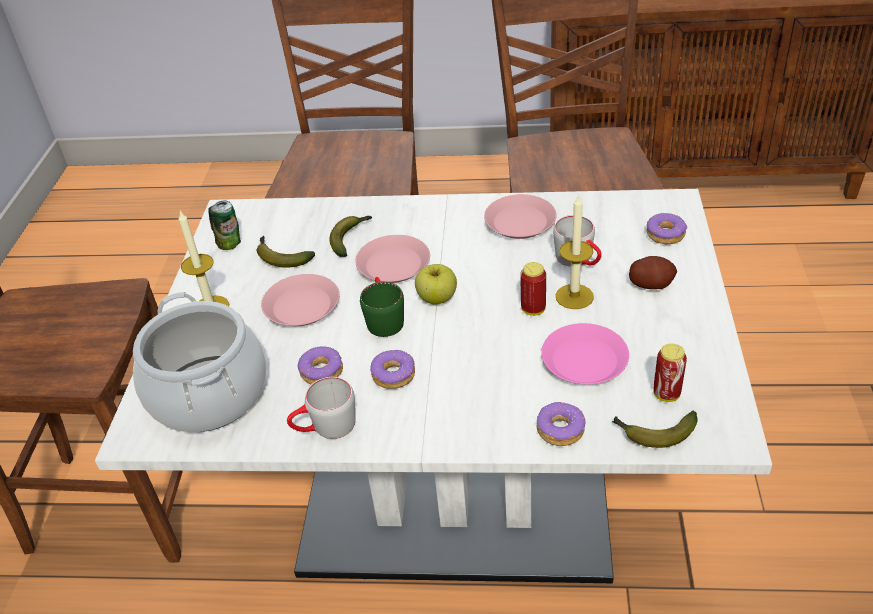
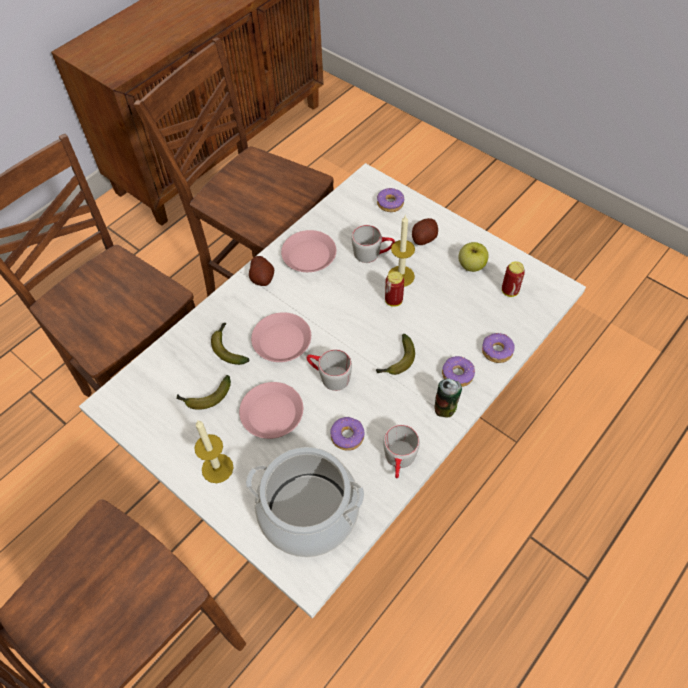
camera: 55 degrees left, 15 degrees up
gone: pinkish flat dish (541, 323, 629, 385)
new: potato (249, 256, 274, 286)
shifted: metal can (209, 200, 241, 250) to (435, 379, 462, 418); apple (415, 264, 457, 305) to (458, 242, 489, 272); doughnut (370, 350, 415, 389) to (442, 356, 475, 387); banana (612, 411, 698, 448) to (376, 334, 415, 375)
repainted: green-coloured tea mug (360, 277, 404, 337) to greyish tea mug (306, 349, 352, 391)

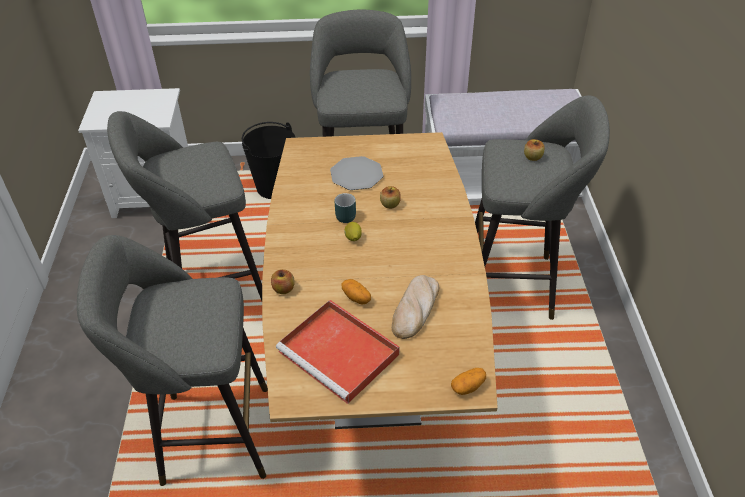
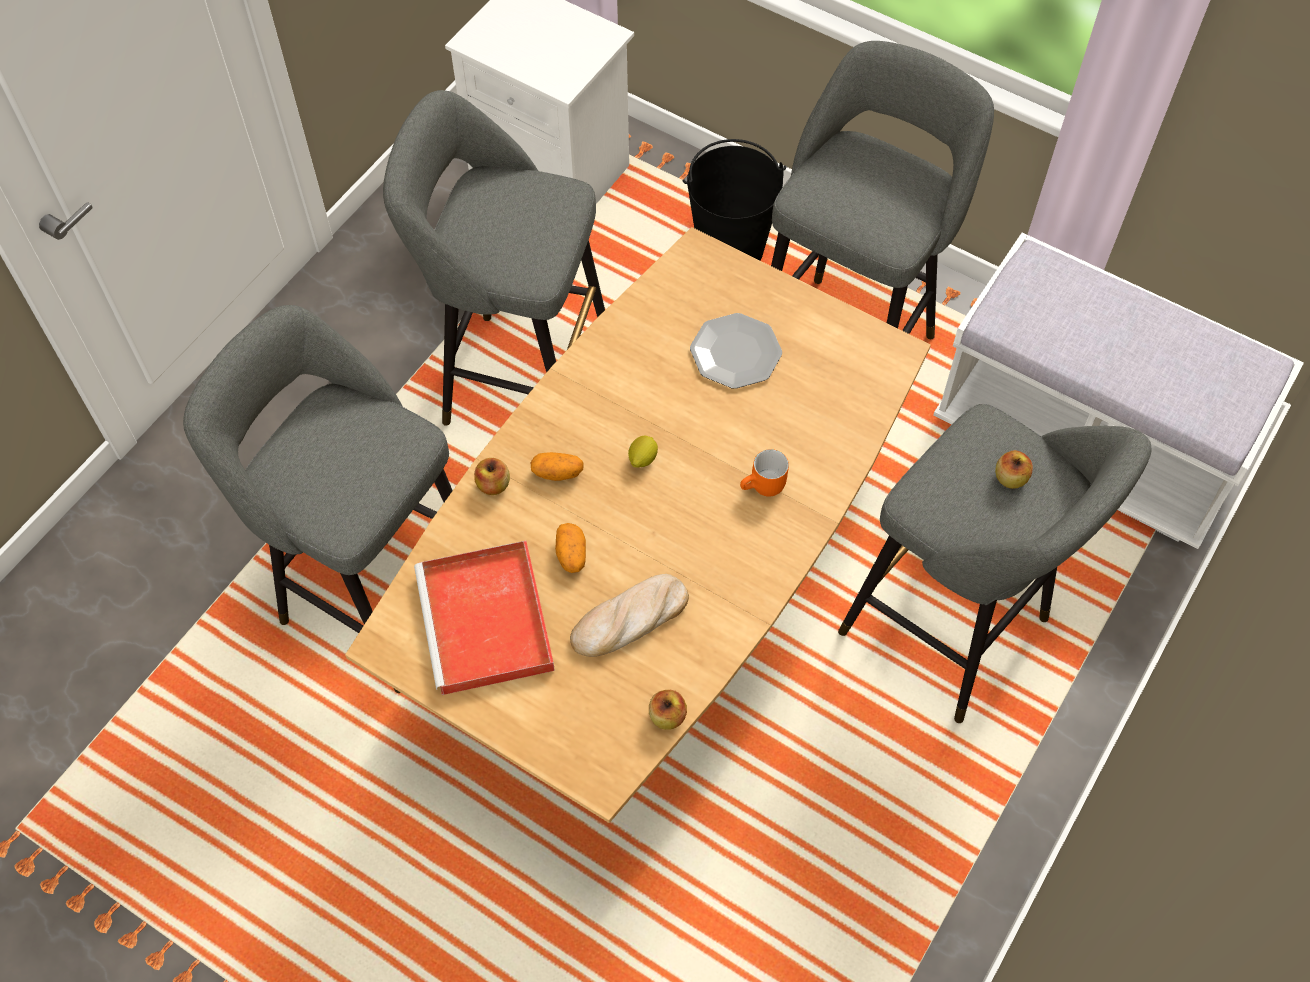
camera: 35 degrees right, 15 degrees up
gone: blue-green tea mug (334, 193, 356, 223)
new: orangey tea mug (740, 449, 789, 497)
shifted: apple (380, 186, 401, 209) to (649, 690, 687, 730); potato (451, 368, 486, 395) to (531, 452, 584, 481)

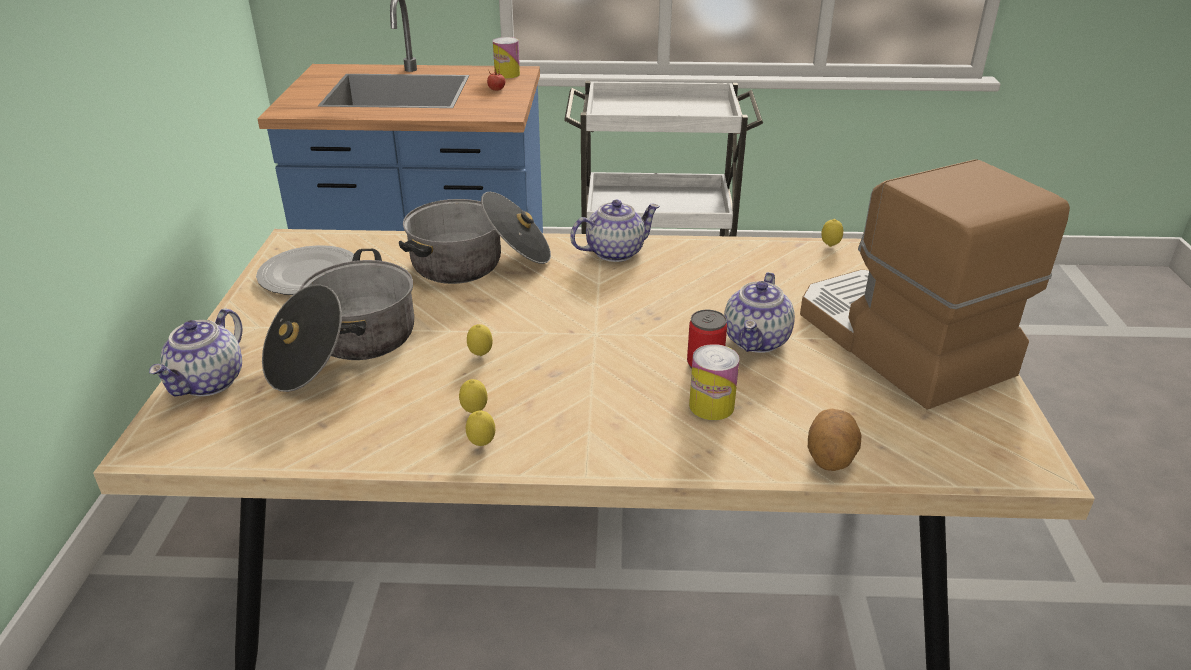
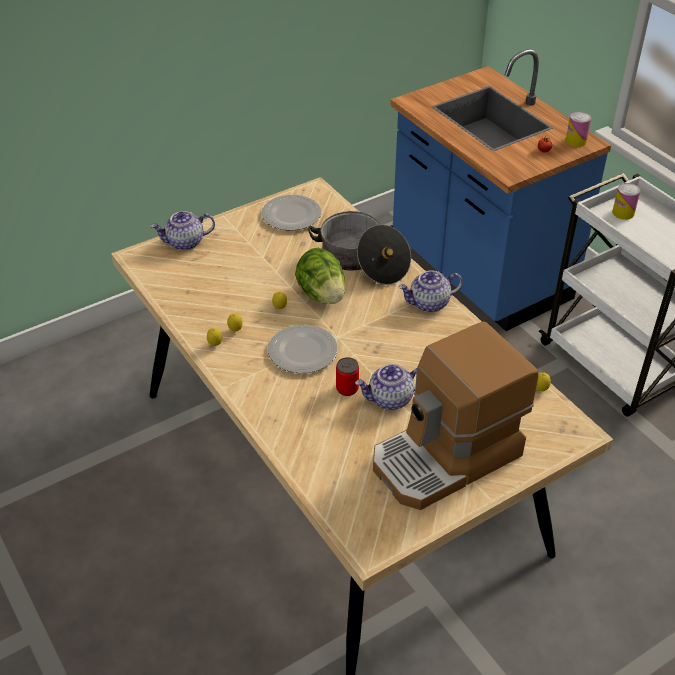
camera: 55 degrees right, 10 degrees up
gone: stockpot (262, 249, 414, 392); potato (808, 409, 861, 471)
new: head of lettuce (295, 248, 345, 304); flat dish (268, 325, 338, 373)
shifted: metal can (689, 344, 740, 420) to (612, 183, 640, 220)
rotated: coffee maker (800, 159, 1070, 410) = (373, 322, 538, 510) 150 degrees counterclockwise; tea pot (570, 200, 660, 262) = (399, 270, 463, 312) 135 degrees clockwise

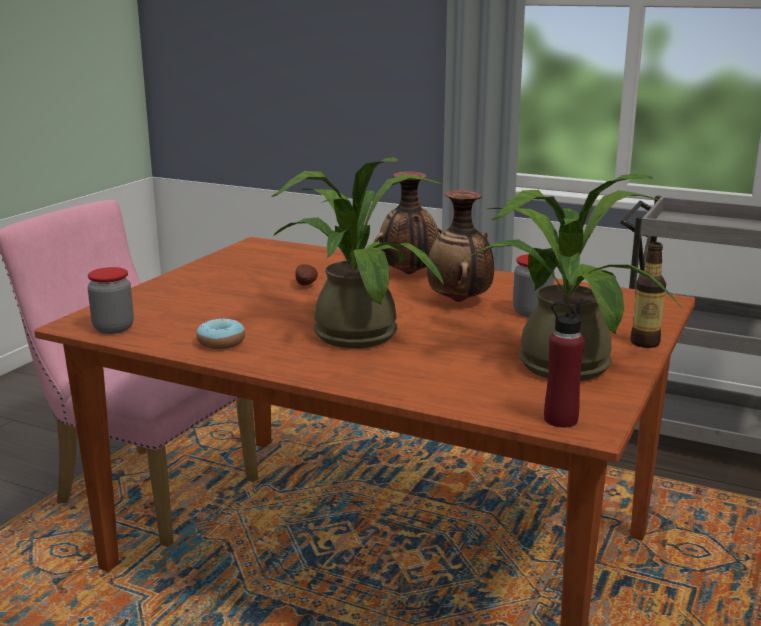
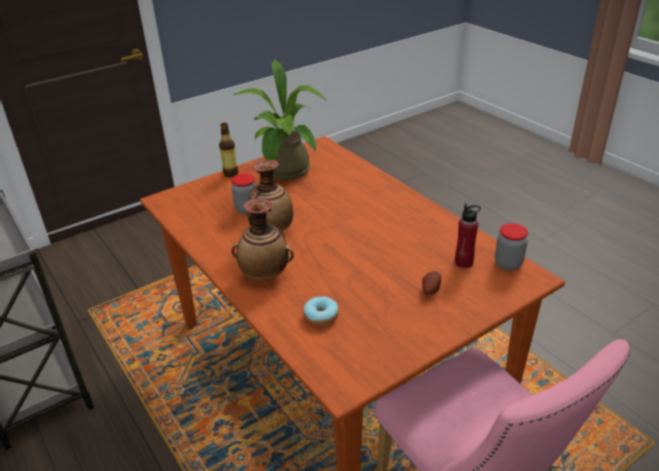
camera: 150 degrees left, 15 degrees up
gone: houseplant (271, 157, 444, 348)
shifted: potato (295, 264, 318, 286) to (422, 271, 442, 295); red beverage bottle (544, 302, 585, 427) to (455, 203, 481, 268); doughnut (196, 319, 245, 349) to (303, 296, 339, 326)

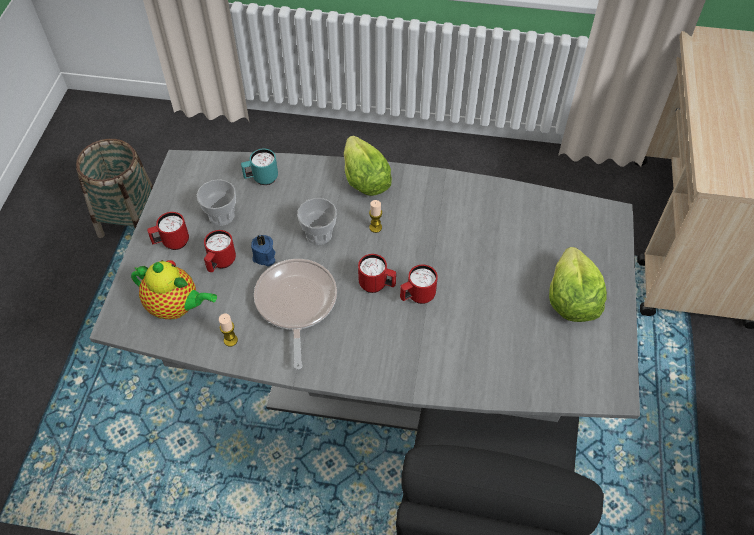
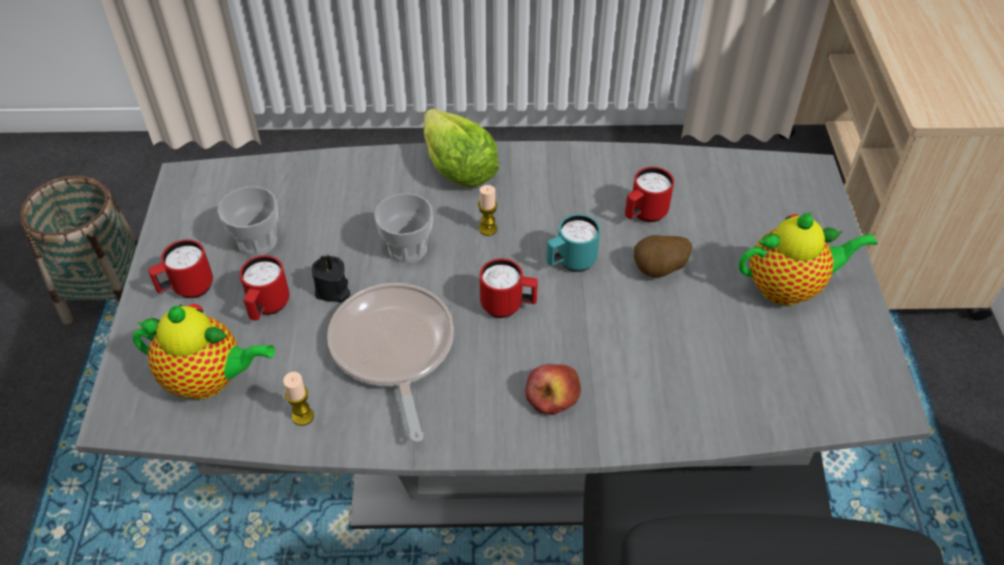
camera: 10 degrees left, 5 degrees down
new: potato (634, 235, 692, 277); apple (525, 364, 581, 415)
shifted: blue-green tea mug (241, 149, 278, 185) to (546, 214, 600, 272); red tea mug (400, 265, 438, 304) to (625, 167, 674, 222)
swapped: head of lettuce (549, 247, 607, 322) to tea pot (739, 212, 878, 306)
repainted: blue-coloured wax candle (251, 235, 276, 267) to black wax candle (312, 254, 350, 302)

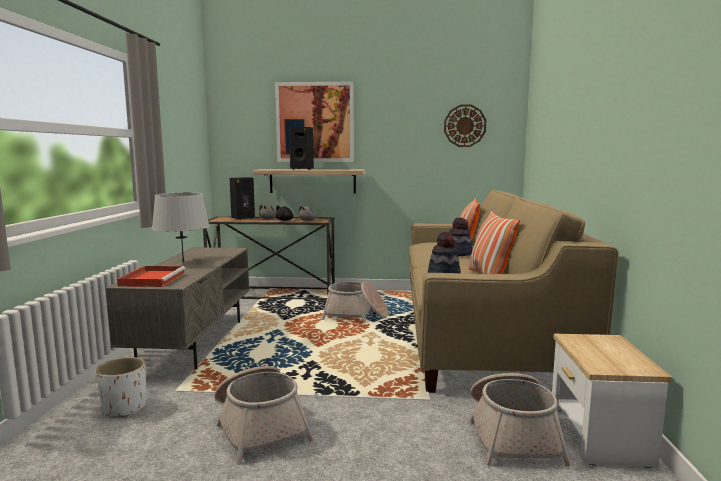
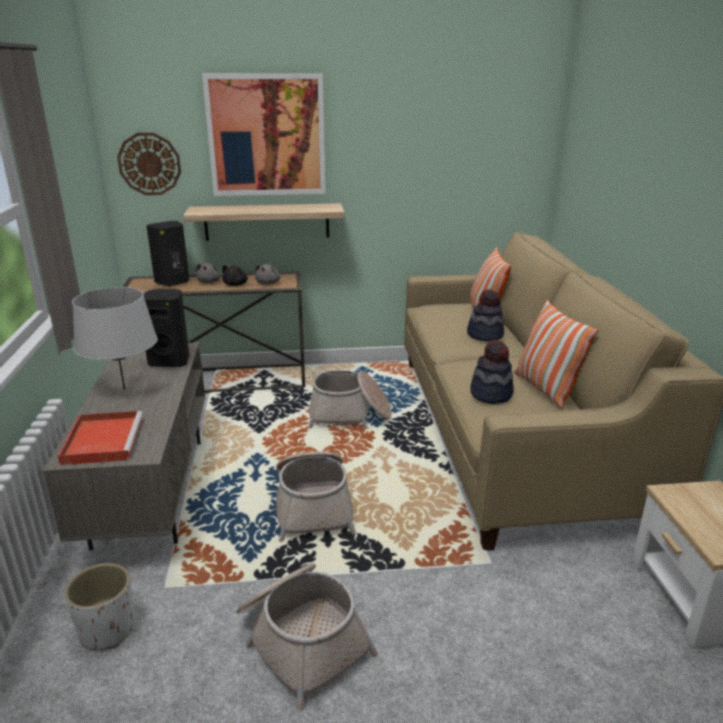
camera: 10 degrees left, 15 degrees up
shifted: clock on the wall (444, 105, 486, 147) to (117, 133, 181, 195); black audio speaker (289, 127, 314, 170) to (143, 289, 189, 367); household basket (469, 373, 571, 467) to (276, 452, 356, 542)

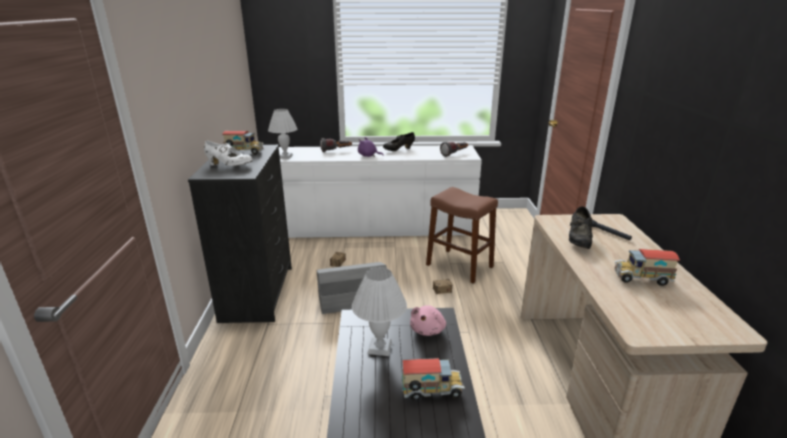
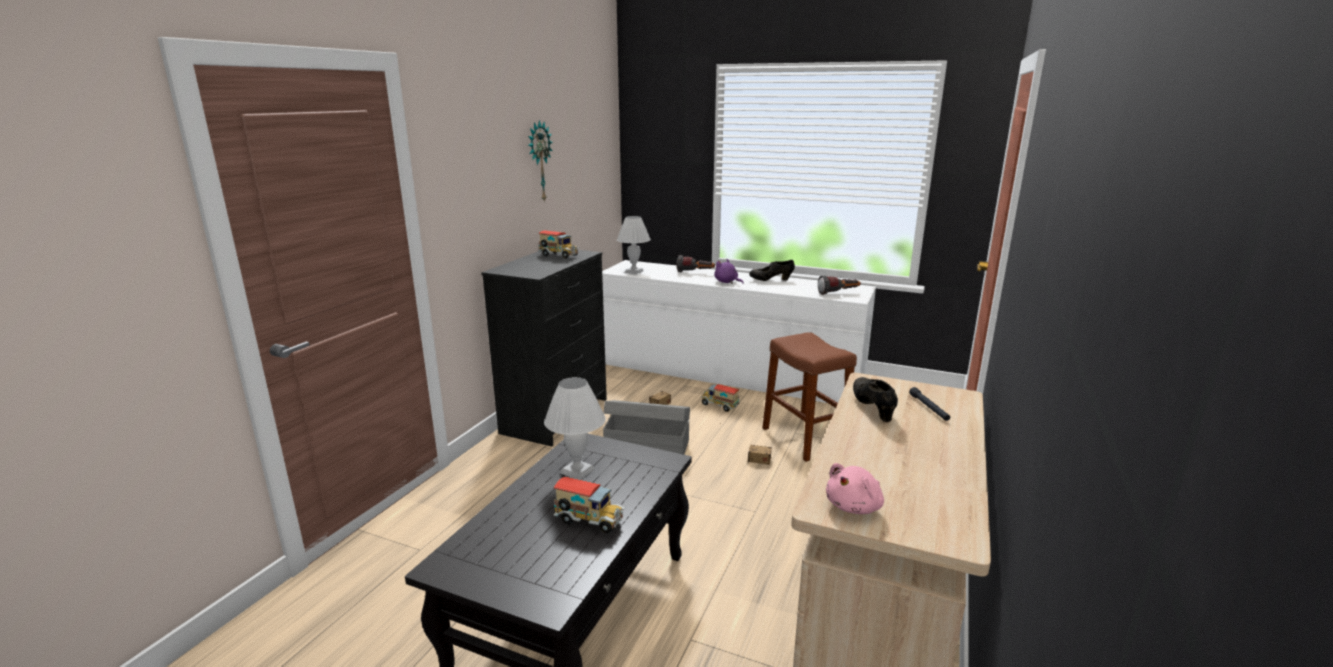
camera: 25 degrees right, 5 degrees down
gone: white-coloured shoe (204, 141, 253, 166)
new: clock on the wall (528, 120, 553, 203)
shifted: toy truck (614, 249, 680, 286) to (701, 384, 739, 412); pinkish plush toy (410, 305, 446, 336) to (826, 463, 884, 514)
rotated: black shoe (569, 206, 593, 249) = (853, 377, 898, 422) 135 degrees clockwise

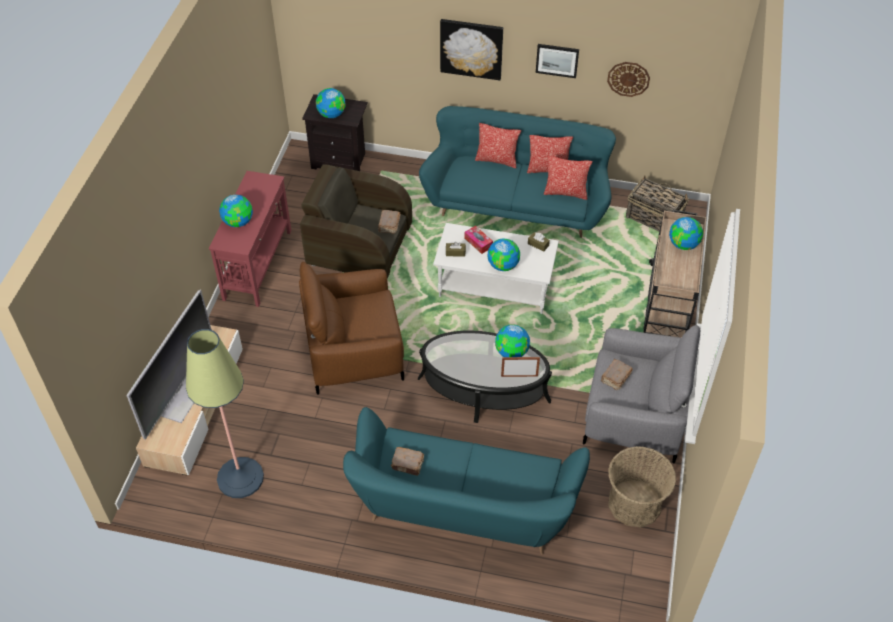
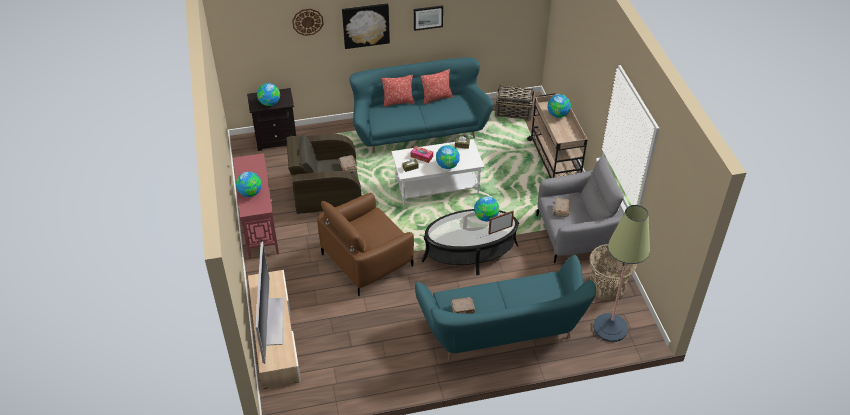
camera: 25 degrees left, 5 degrees down
gone: throw pillow (544, 156, 592, 200)
shifted: clock on the wall (607, 62, 650, 97) to (292, 9, 324, 36); standard lamp (186, 329, 264, 498) to (593, 205, 650, 342)

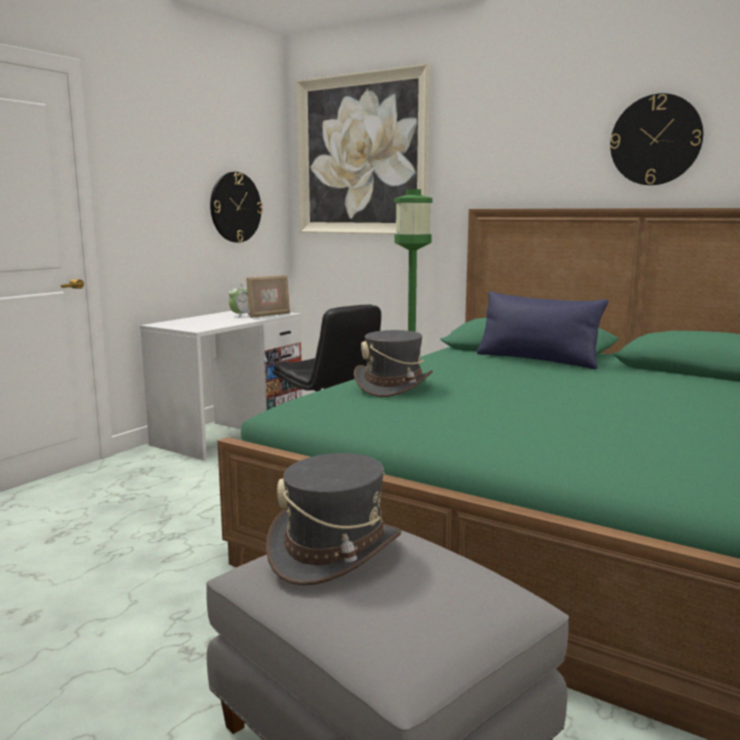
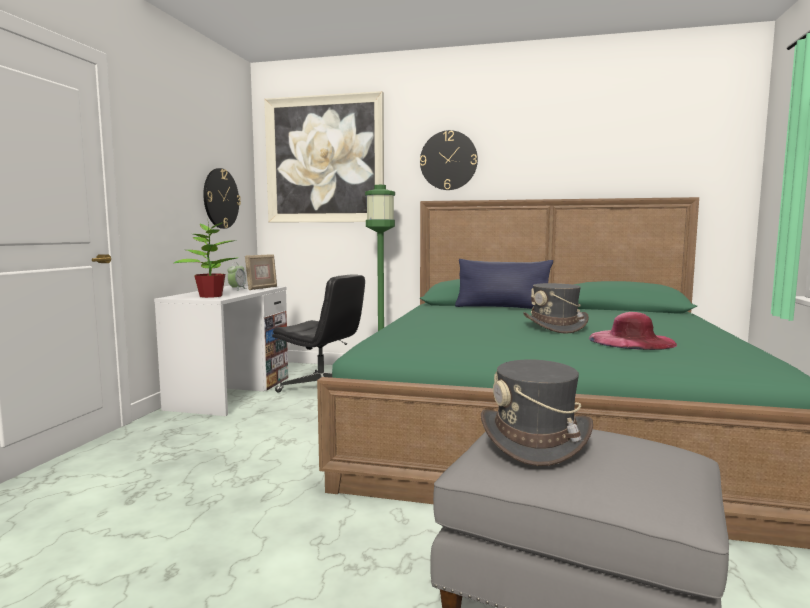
camera: 20 degrees left, 5 degrees down
new: houseplant (174, 223, 237, 298); pinkish hat (589, 312, 677, 350)
shifted: clock on the wall (610, 93, 703, 185) to (420, 130, 478, 190); greyish hat (354, 330, 433, 397) to (523, 283, 589, 334)

